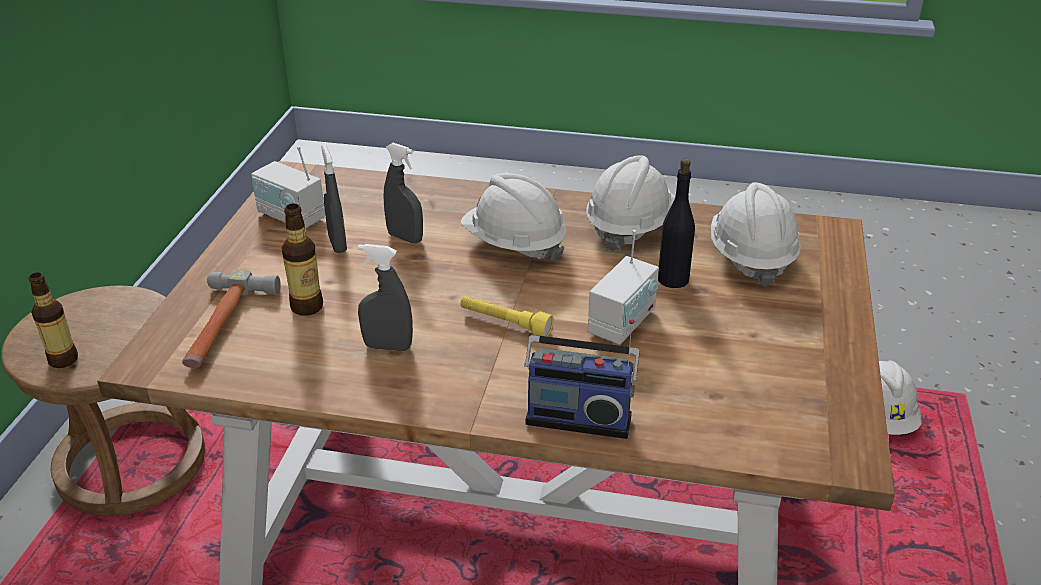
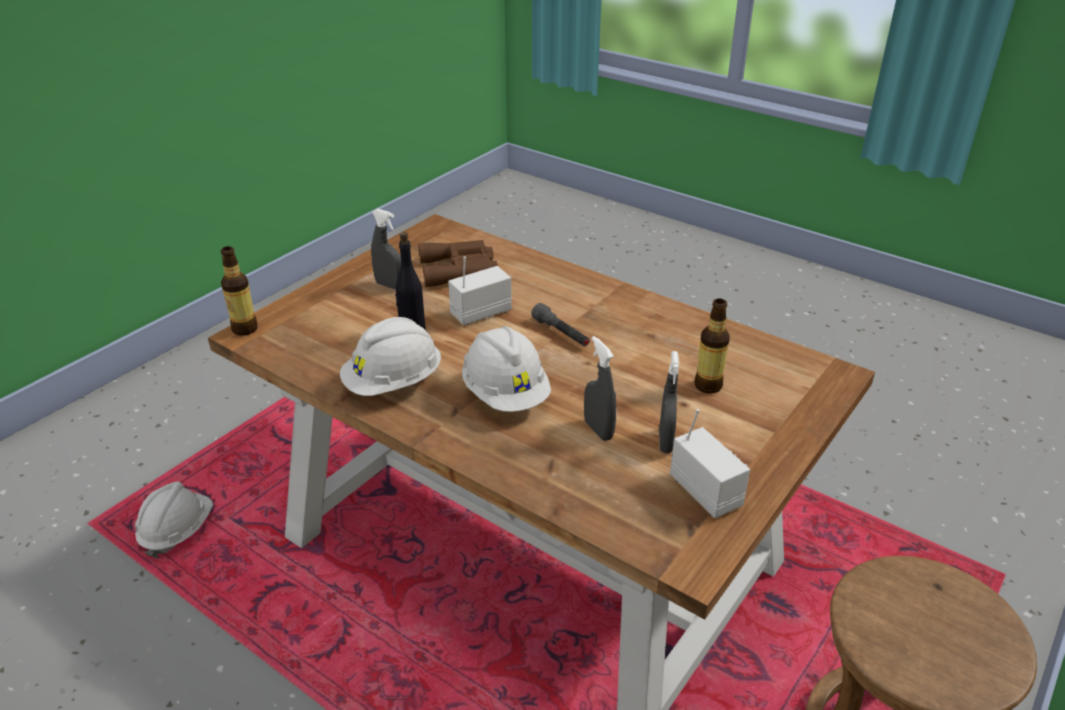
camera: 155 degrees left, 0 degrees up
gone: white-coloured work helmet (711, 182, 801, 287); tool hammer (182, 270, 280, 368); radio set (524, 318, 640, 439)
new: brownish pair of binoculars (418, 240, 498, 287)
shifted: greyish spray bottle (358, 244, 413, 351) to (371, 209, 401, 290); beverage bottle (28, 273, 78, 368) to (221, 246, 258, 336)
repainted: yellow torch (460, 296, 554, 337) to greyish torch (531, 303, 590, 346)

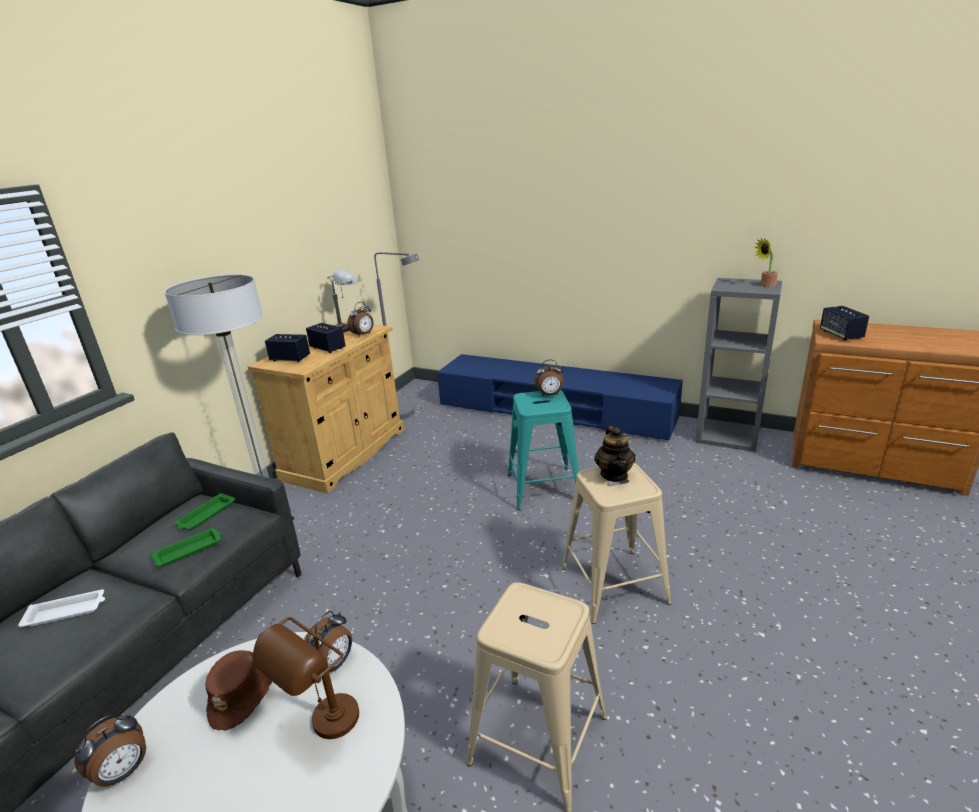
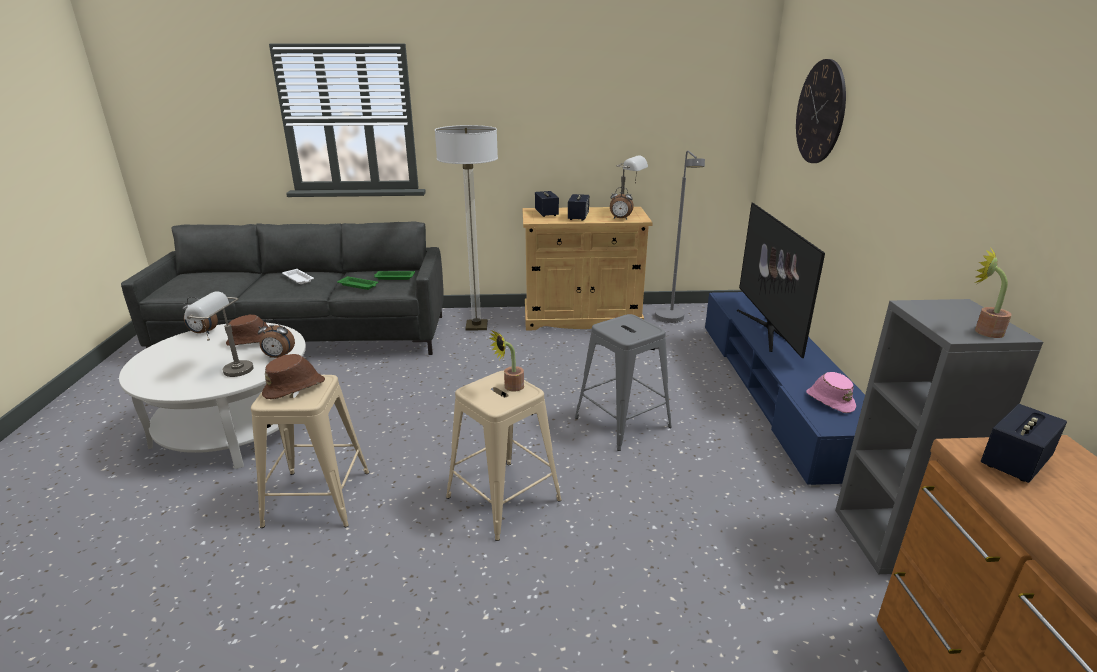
camera: 60 degrees right, 0 degrees up
gone: alarm clock (534, 360, 563, 396)
new: clock on the wall (796, 59, 846, 163); TV set (736, 203, 825, 358); brownish hat (262, 354, 325, 399); pinkish hat (806, 372, 856, 413)
swapped: tea pot (594, 426, 636, 482) to houseplant (489, 330, 524, 392)
repainted: blue-green stool (508, 390, 583, 510) to greyish stool (575, 314, 672, 451); brownish table lamp (252, 617, 359, 739) to greyish table lamp (184, 291, 253, 377)

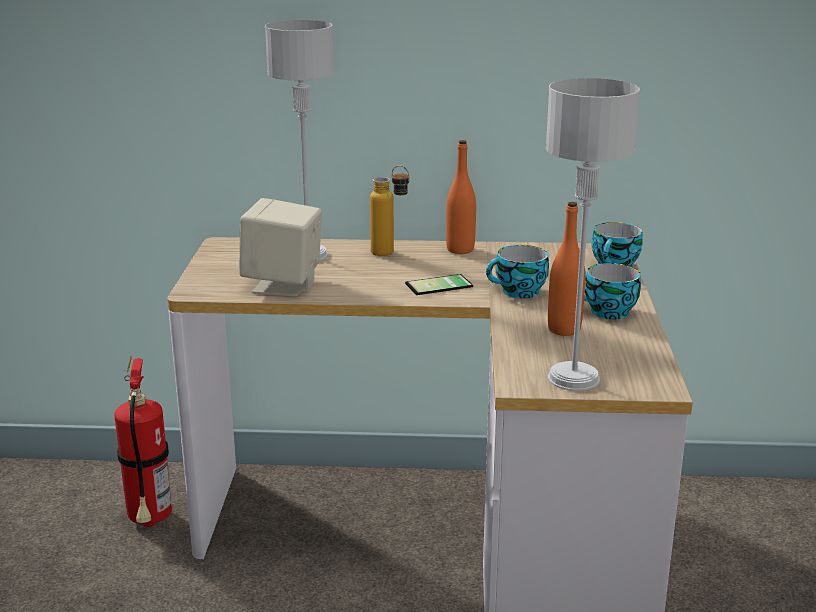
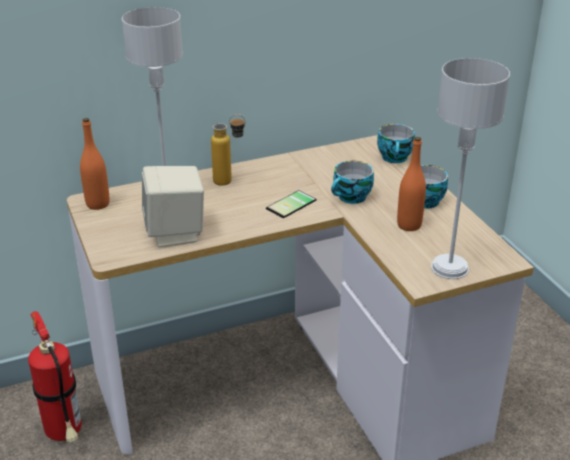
camera: 25 degrees left, 10 degrees up
shifted: orangey beverage bottle (446, 140, 476, 254) to (80, 118, 109, 210)

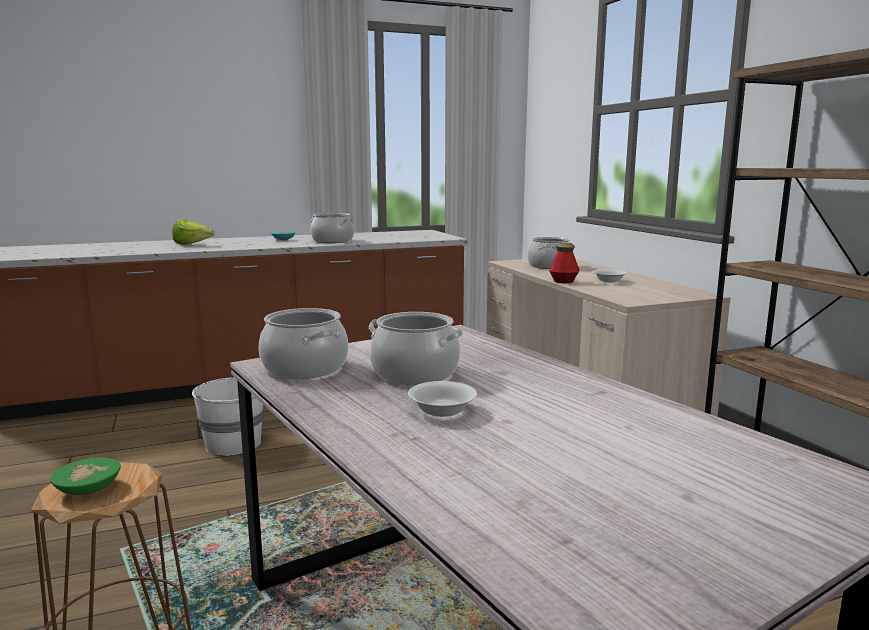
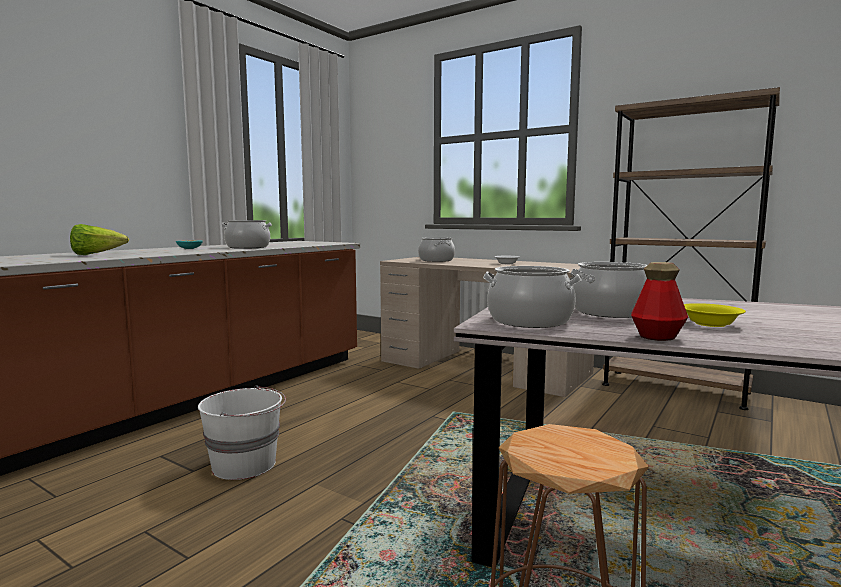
camera: 35 degrees left, 5 degrees down
gone: green-coloured serving bowl (50, 457, 121, 495)
shifted: beverage bottle (549, 242, 580, 283) to (631, 262, 688, 341)
repainted: white-coloured serving bowl (408, 381, 477, 417) to yellow serving bowl (684, 303, 746, 327)

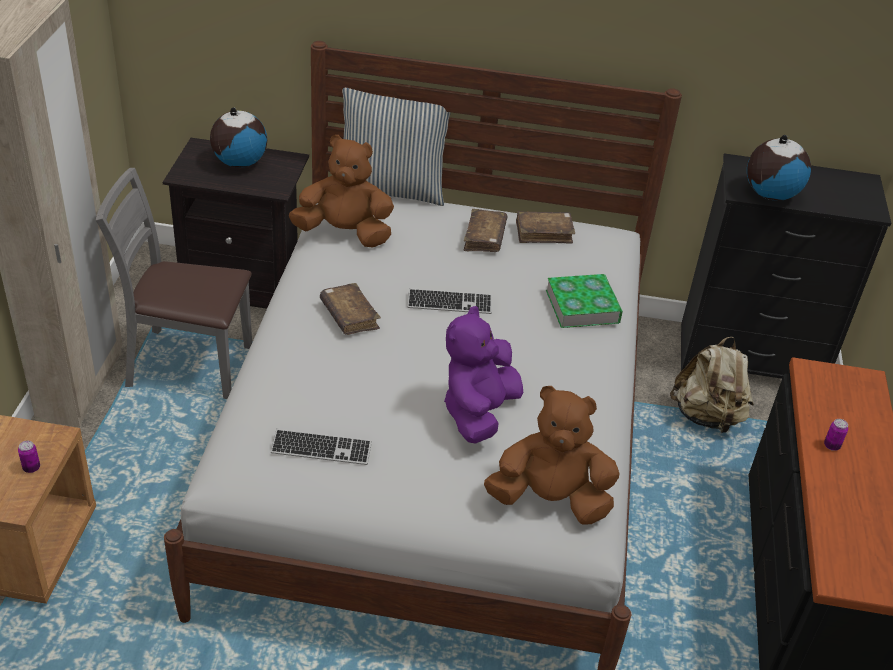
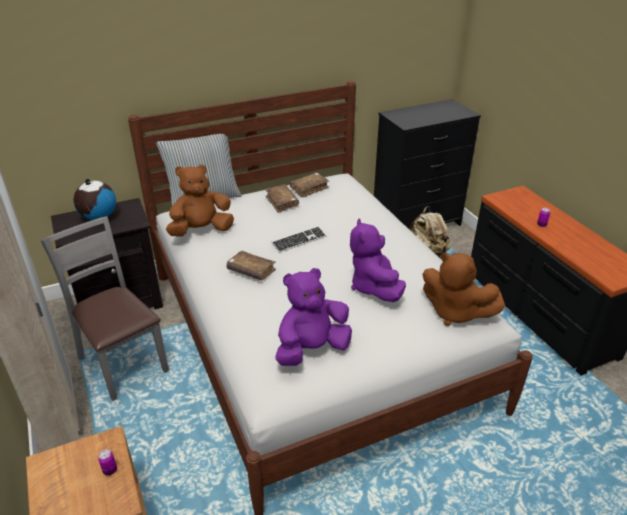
camera: 30 degrees left, 5 degrees down
gone: world globe (747, 135, 811, 201); book (546, 274, 623, 328)
swapped: PC keyboard (271, 429, 372, 465) to purplish plush toy (275, 268, 352, 366)
rotated: greyish chair (96, 168, 252, 399) = (40, 216, 169, 401) 75 degrees clockwise; brownish plush toy (484, 386, 620, 525) = (423, 252, 505, 326) 120 degrees counterclockwise

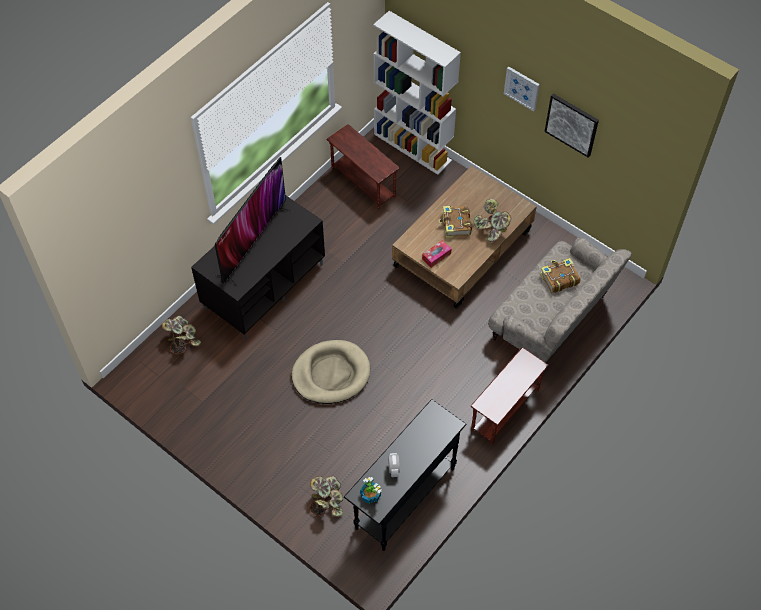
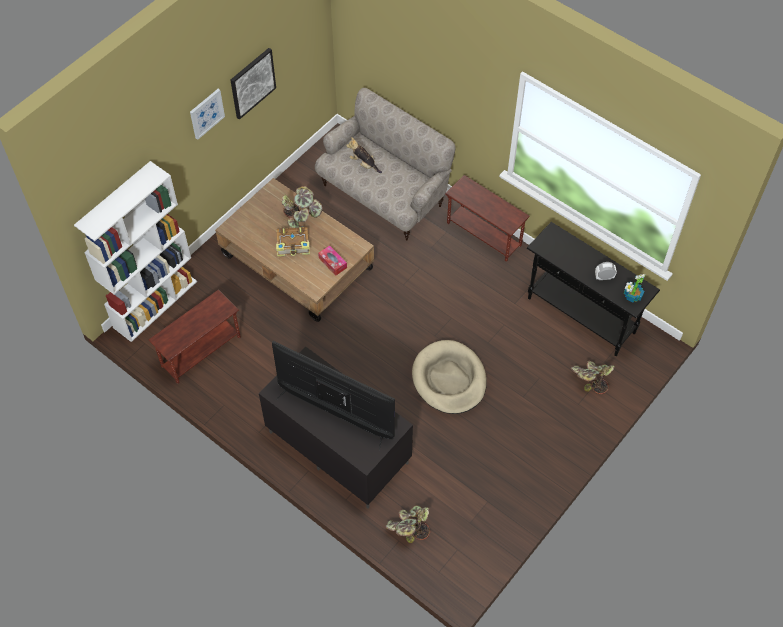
camera: 90 degrees left, 0 degrees up
swapped: book (540, 258, 581, 293) to plush toy (346, 137, 382, 173)

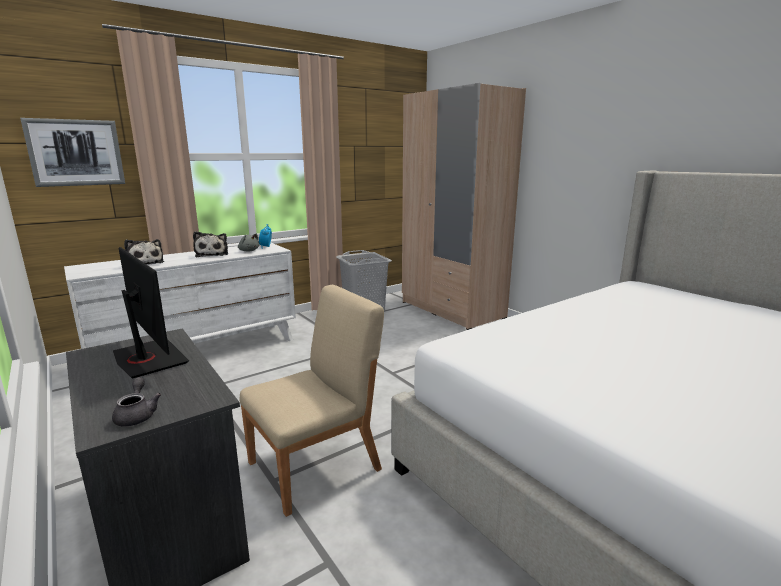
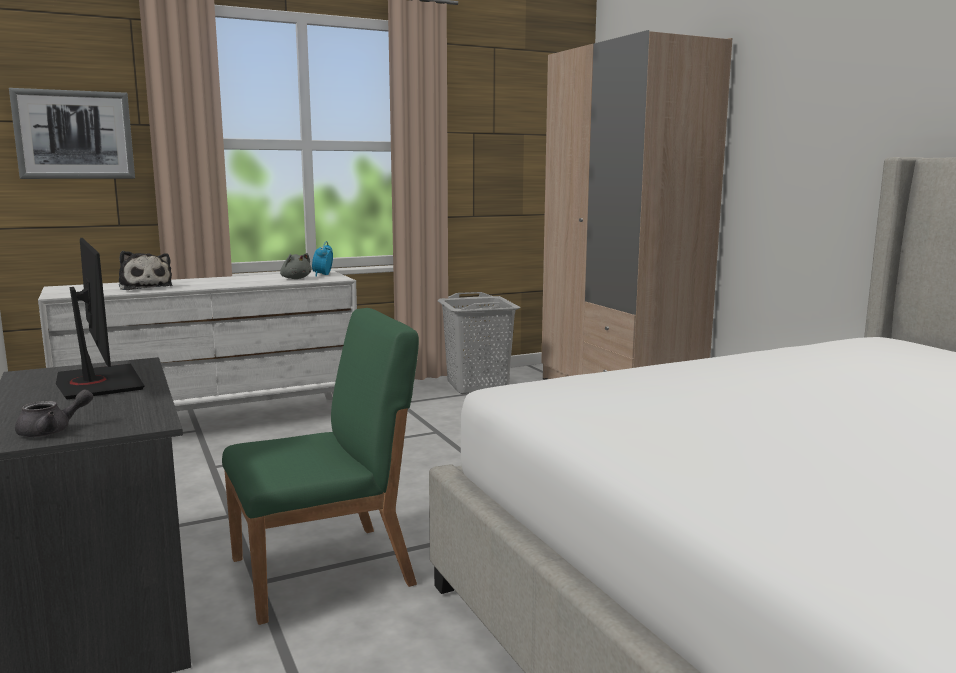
camera: 10 degrees right, 5 degrees down
gone: plush toy (193, 231, 228, 257)
repainted: beige chair (239, 285, 384, 517) to green-coloured chair (222, 308, 419, 625)
rotated: greyish tea pot (112, 377, 161, 427) = (15, 389, 93, 437) 60 degrees clockwise

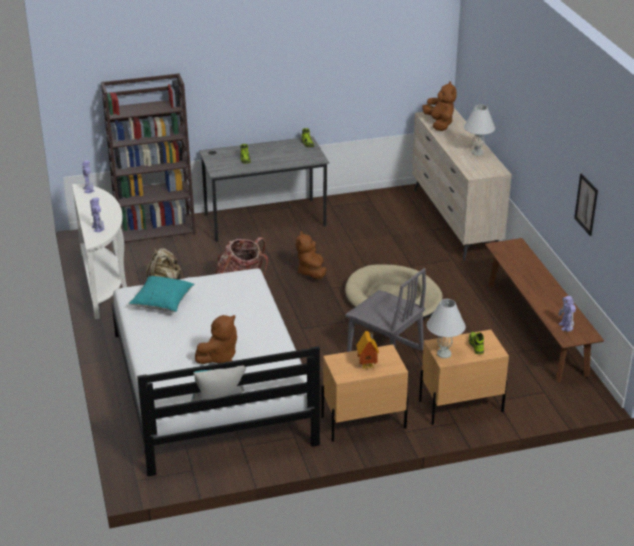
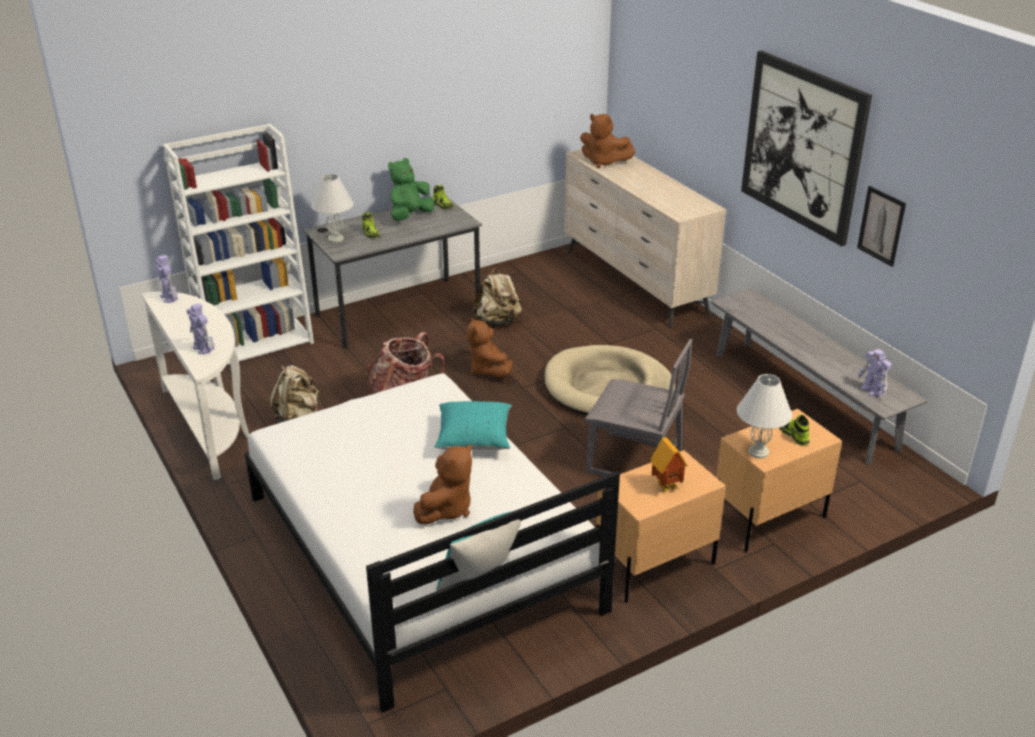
camera: 15 degrees left, 0 degrees up
new: picture (741, 51, 872, 246); green-coloured plush toy (388, 158, 434, 221); beige rucksack (472, 267, 522, 325)
shifted: white-coloured table lamp (464, 105, 495, 156) to (311, 174, 354, 243); blue-green throw pillow (129, 276, 195, 312) to (434, 401, 512, 450)
repainted: brownish bookshelf (101, 73, 196, 243) to white-coloured bookshelf (163, 124, 314, 365); brownish indoor bench (485, 238, 604, 382) to greyish indoor bench (711, 288, 927, 465)
rotated: brownish plush toy (422, 81, 457, 131) = (580, 114, 635, 168) 150 degrees clockwise

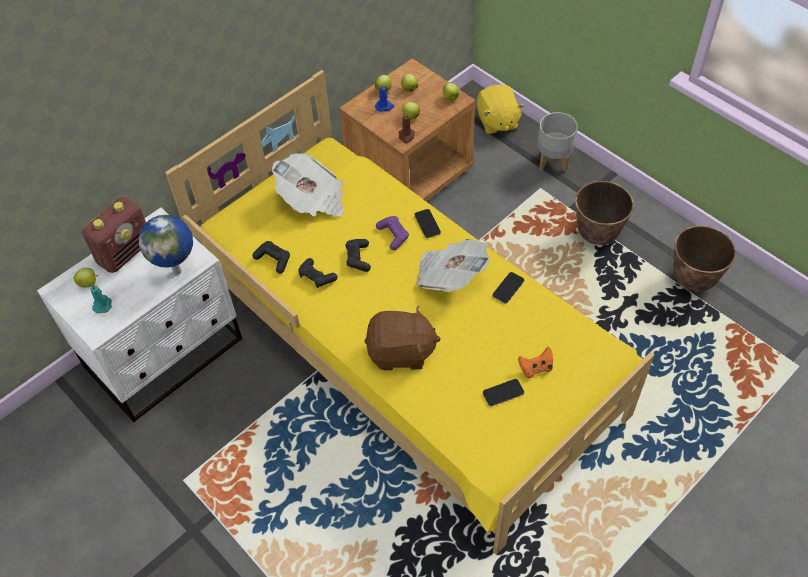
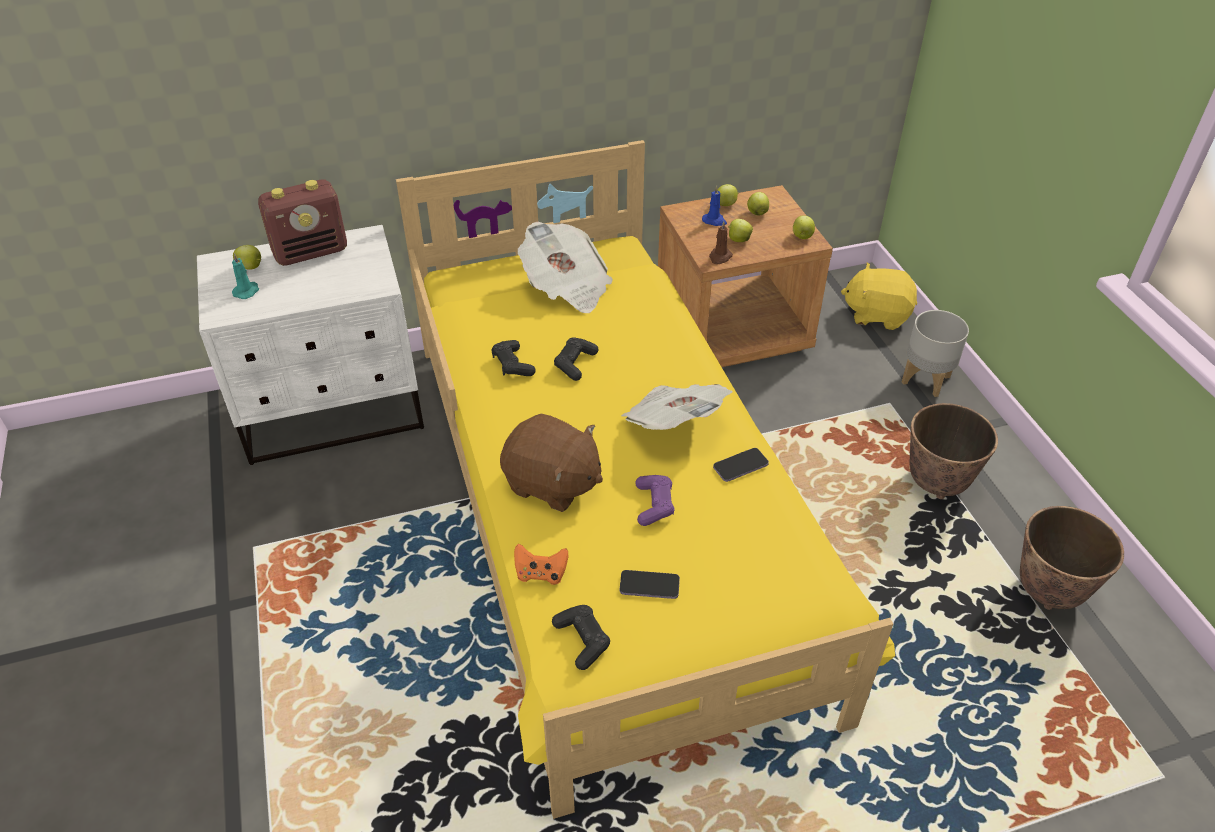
camera: 25 degrees right, 10 degrees down
gone: handset (415, 209, 441, 238); world globe (139, 215, 193, 275)
shifted: purplish joypad (376, 216, 409, 250) to (635, 475, 674, 526); black joypad (253, 241, 290, 274) to (552, 605, 610, 670); orangey joypad (518, 347, 553, 378) to (514, 544, 568, 585)
rotated: yellow plush toy (477, 84, 524, 134) = (841, 262, 917, 330) 90 degrees clockwise

